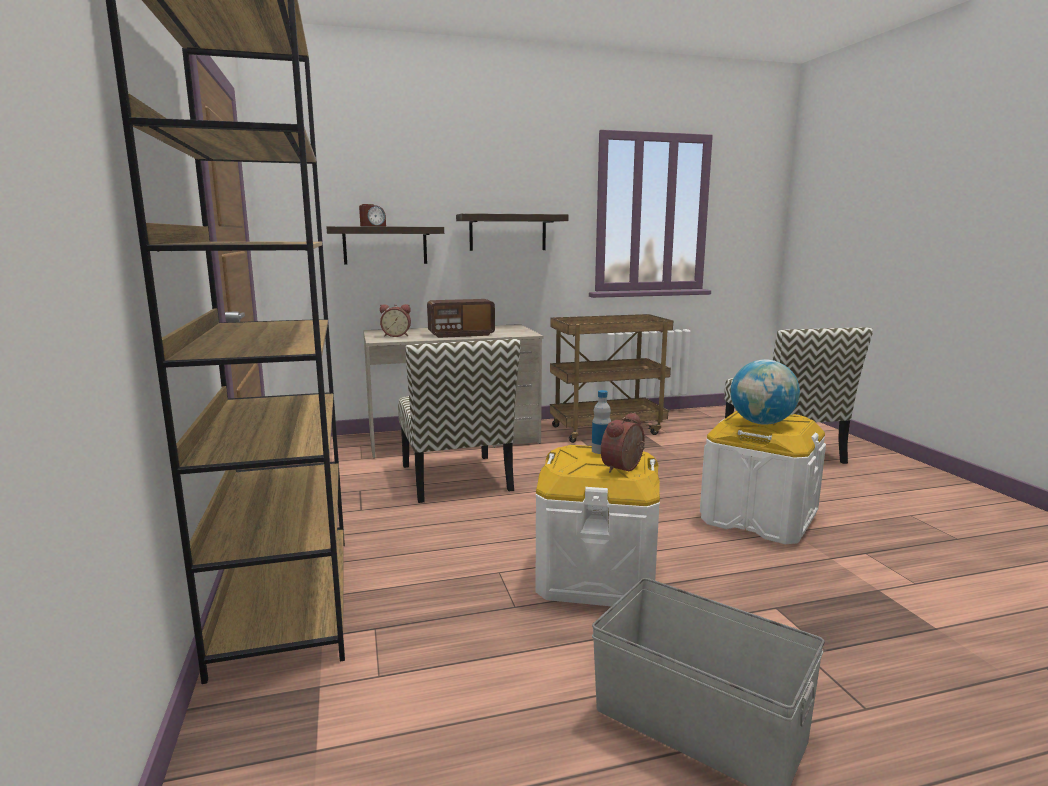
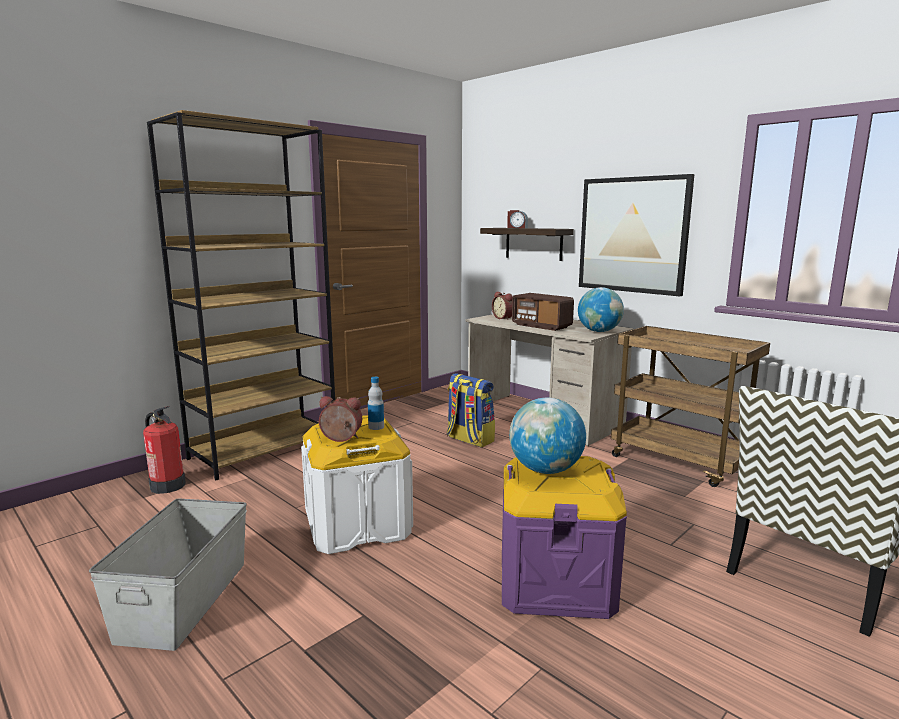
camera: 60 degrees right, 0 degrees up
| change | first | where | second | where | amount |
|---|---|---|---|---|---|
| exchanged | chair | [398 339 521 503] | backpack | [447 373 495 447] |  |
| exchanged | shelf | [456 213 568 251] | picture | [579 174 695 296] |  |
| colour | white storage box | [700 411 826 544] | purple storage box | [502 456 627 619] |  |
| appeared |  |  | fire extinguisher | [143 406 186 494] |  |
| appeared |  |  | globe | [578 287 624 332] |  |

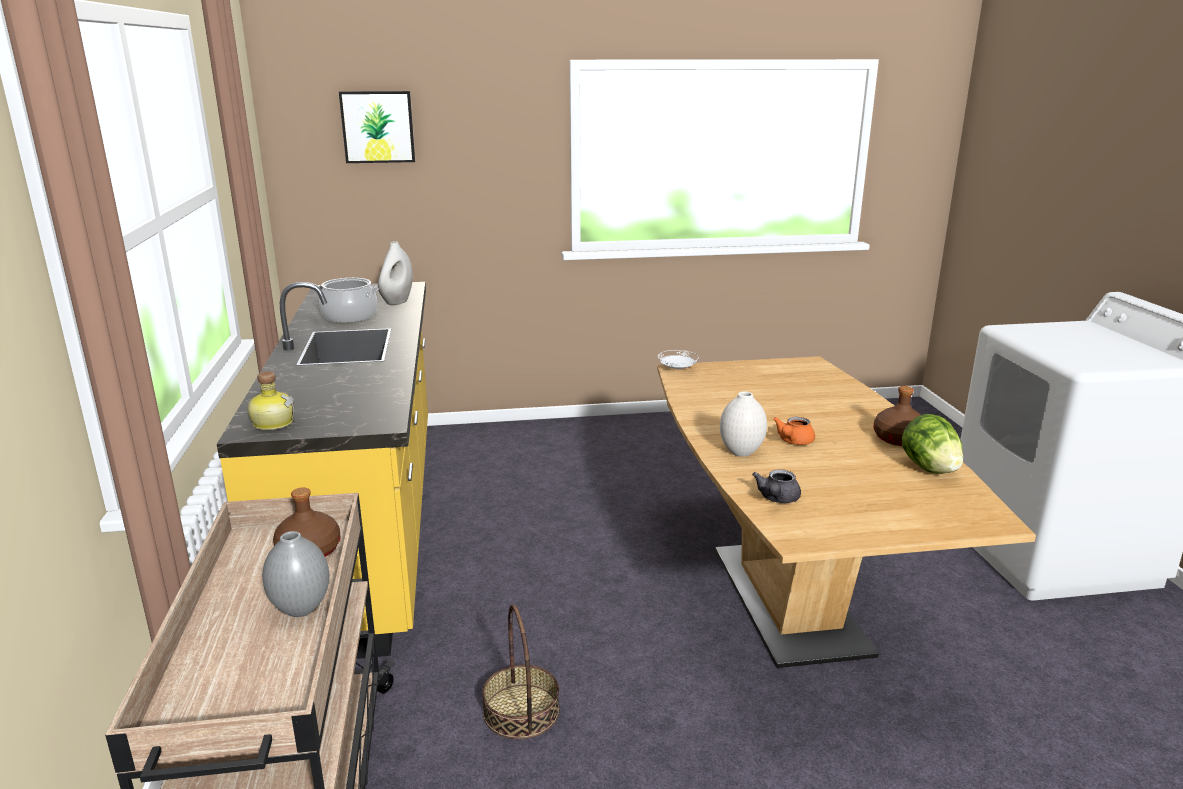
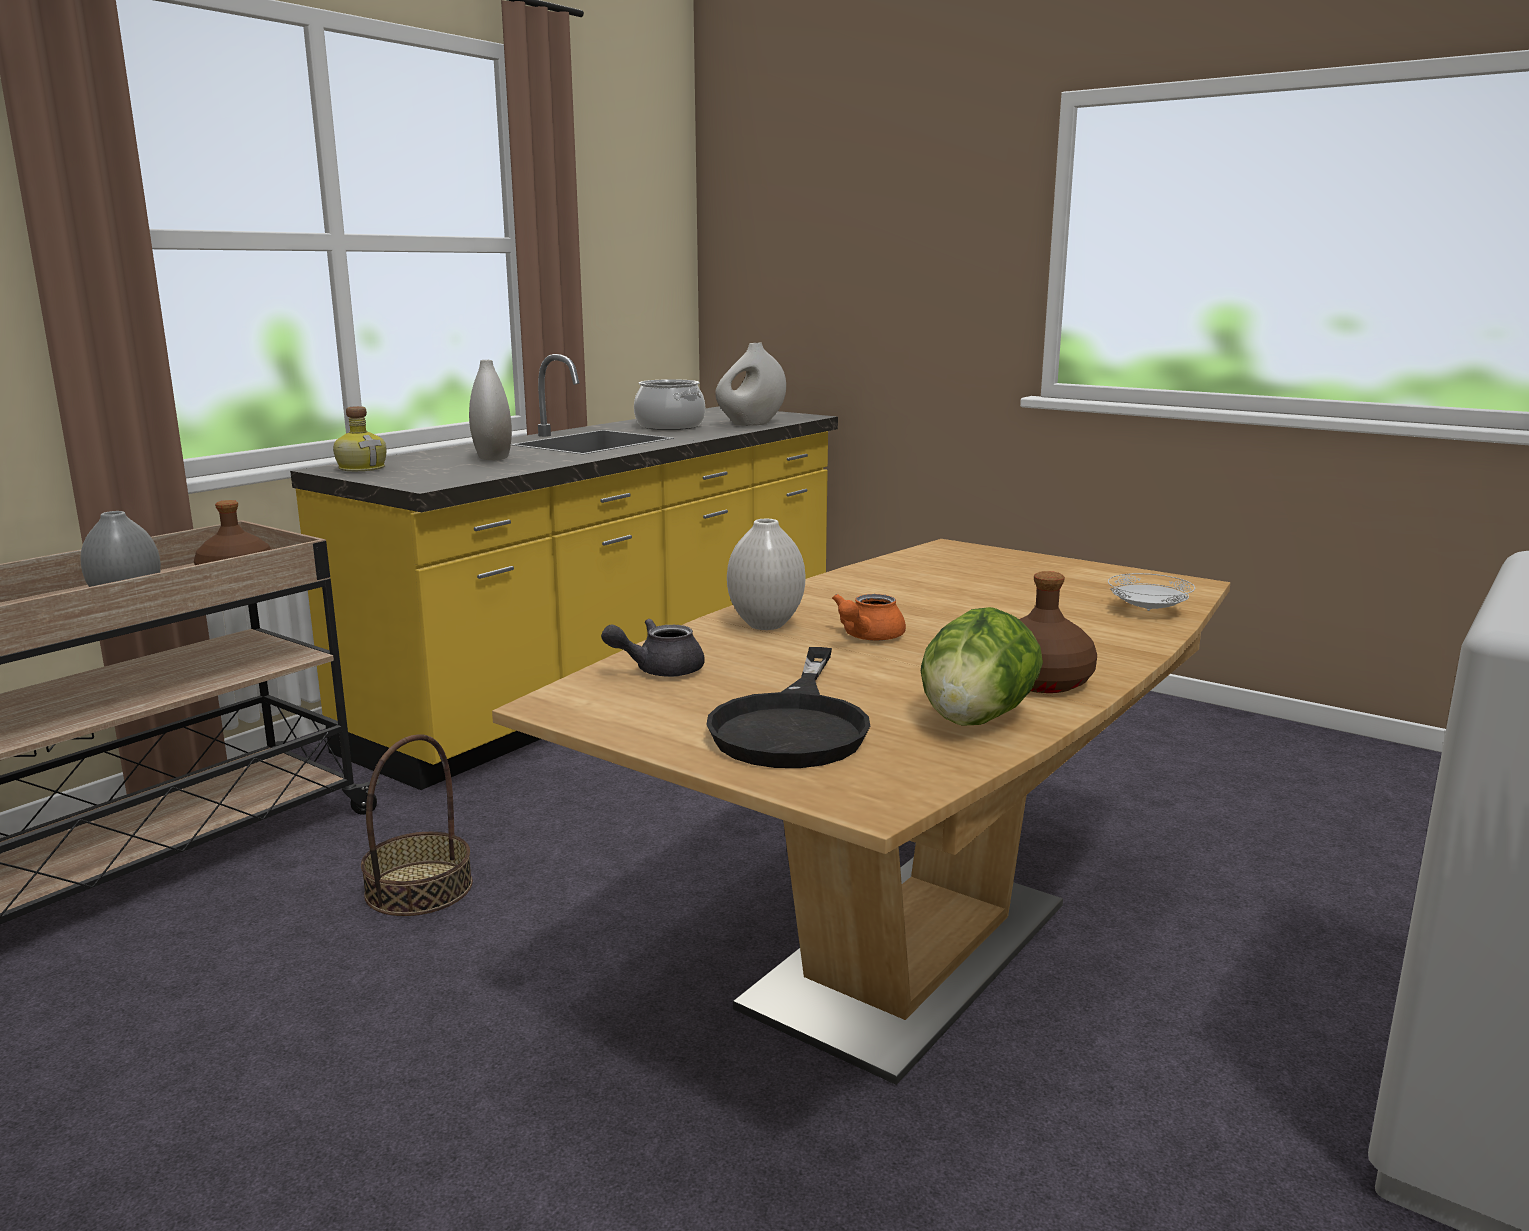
camera: 45 degrees right, 5 degrees down
| change | first | where | second | where | amount |
|---|---|---|---|---|---|
| missing | picture | [339 91 415 163] |  |  |  |
| relocated | white plate | [658 350 699 370] |  | [1108 573 1195 611] |  |
| spun | orange teapot | [773 417 815 445] |  | [832 594 906 641] | 45 degrees counterclockwise |
| appeared |  |  | white vase | [469 360 512 460] |  |
| appeared |  |  | black frying pan | [706 647 870 768] |  |

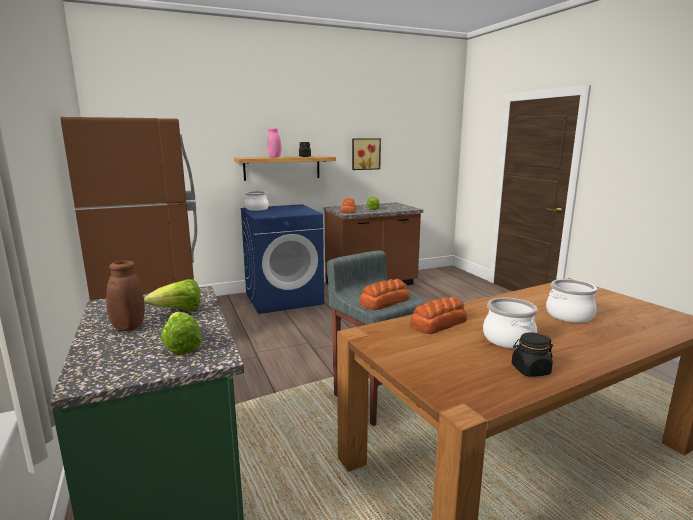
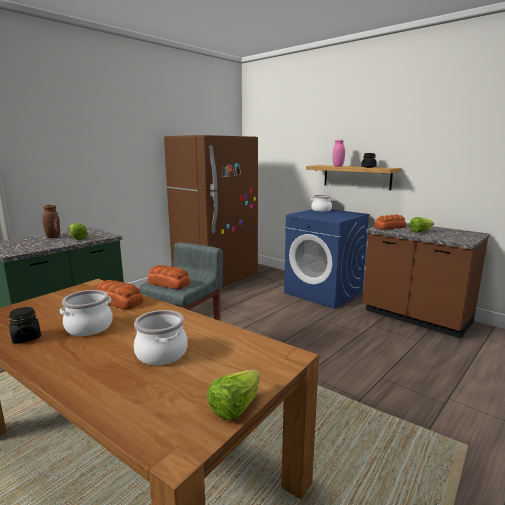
camera: 65 degrees right, 0 degrees up
| change | first | where | second | where | amount |
|---|---|---|---|---|---|
| relocated | lettuce | [161 312 202 355] |  | [207 369 259 420] |  |
| missing | picture | [352 138 381 170] |  |  |  |

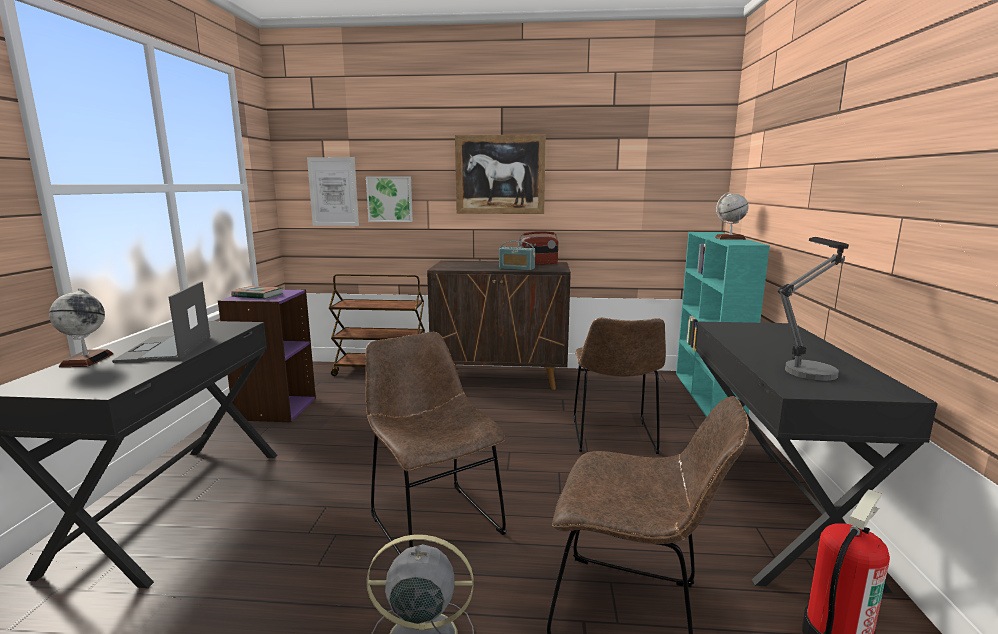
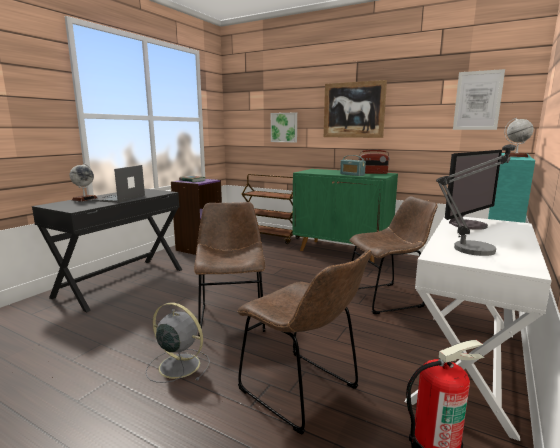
camera: 25 degrees right, 0 degrees up
| change | first | where | second | where | amount |
|---|---|---|---|---|---|
| relocated | picture | [307 157 359 226] |  | [453 69 505 130] |  |
| colour | brown cabinet | [427 261 571 390] | green cabinet | [292 169 398 263] |  |
| spun | brown chair | [573 318 666 454] |  | [349 196 438 314] | 135 degrees counterclockwise |
| colour | black desk | [695 321 938 593] | white desk | [405 216 552 441] |  |
| appeared |  |  | monitor | [445 150 502 230] |  |

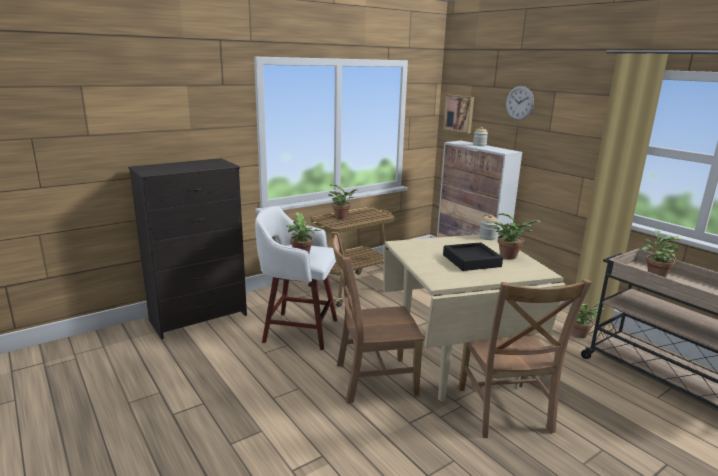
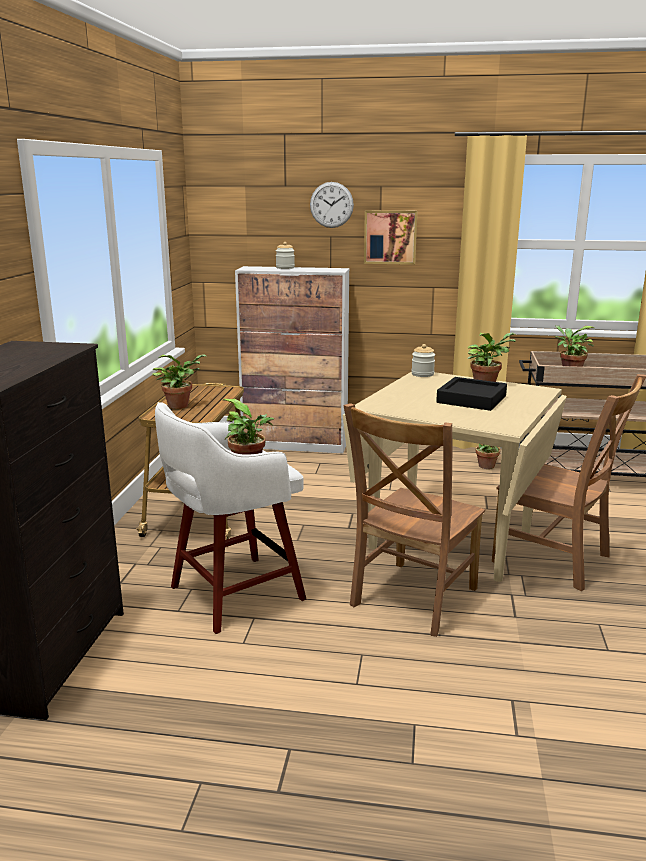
camera: 45 degrees left, 0 degrees up
| change | first | where | second | where | amount |
|---|---|---|---|---|---|
| relocated | picture | [443 95 474 134] |  | [364 210 417 265] |  |

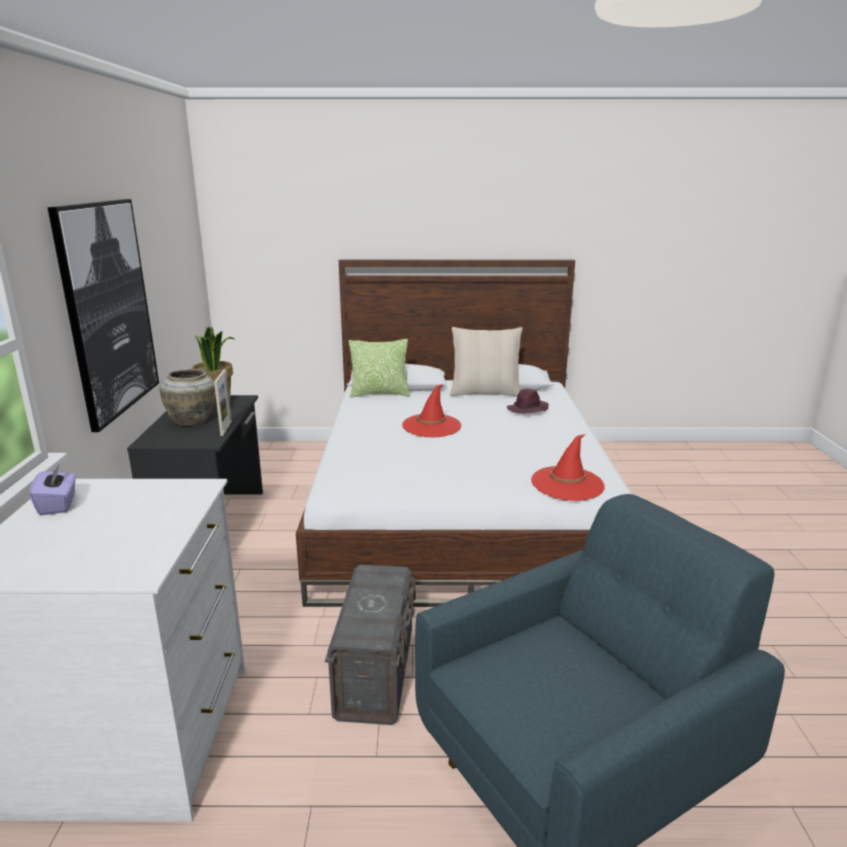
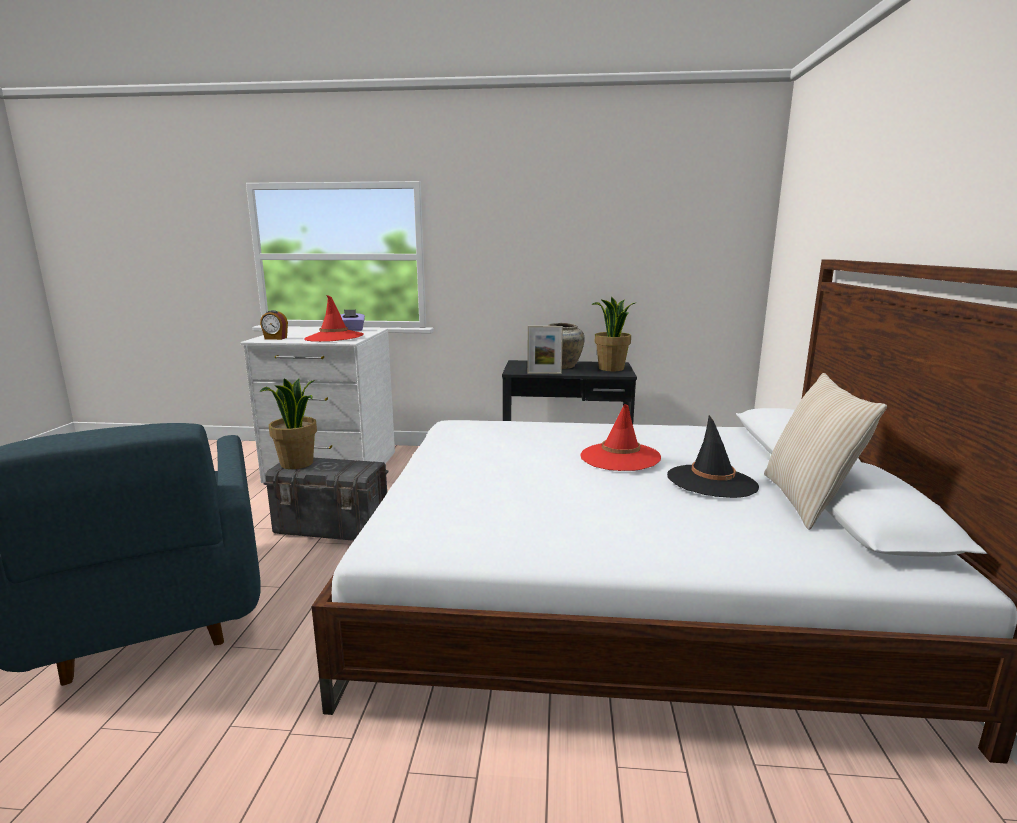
camera: 95 degrees right, 5 degrees down
| change | first | where | second | where | amount |
|---|---|---|---|---|---|
| missing | picture | [47 199 159 432] |  |  |  |
| missing | pillow | [349 339 410 398] |  |  |  |
| missing | purple hat | [507 388 549 414] |  |  |  |
| relocated | red hat | [531 434 605 501] |  | [304 295 364 342] |  |
| appeared |  |  | potted plant | [259 378 317 469] |  |
| appeared |  |  | alarm clock | [260 310 288 340] |  |
| appeared |  |  | black hat | [667 415 759 498] |  |

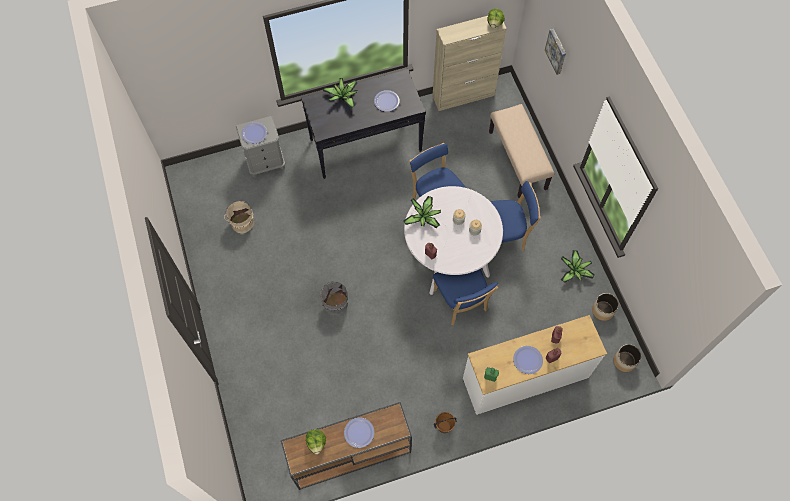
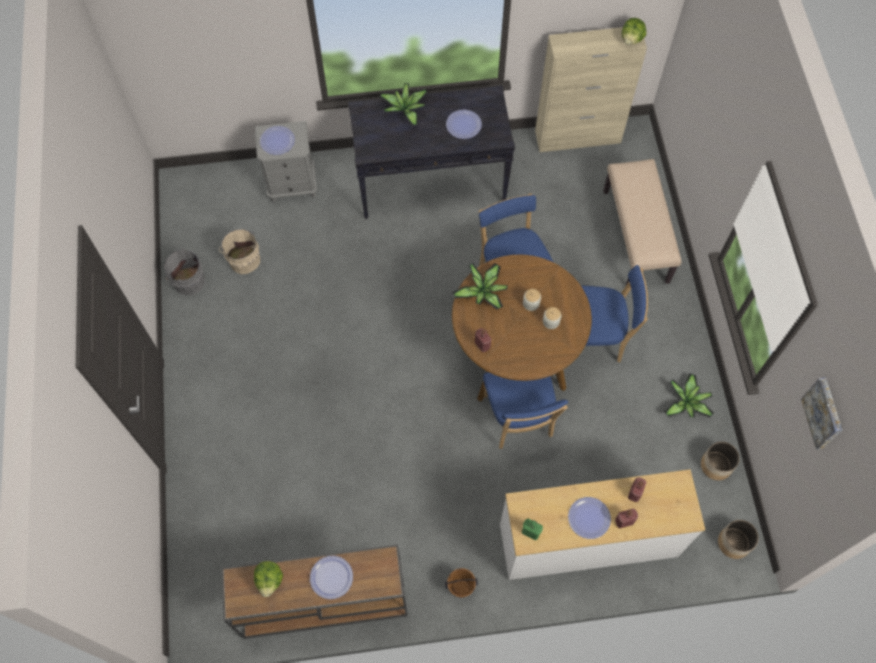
camera: 10 degrees right, 0 degrees up
| change | first | where | second | where | amount |
|---|---|---|---|---|---|
| relocated | grey bucket | [321 281 348 315] |  | [165 248 205 295] |  |
| colour | white dining table | [404 186 503 295] | brown dining table | [452 255 592 402] |  |
| relocated | picture | [545 29 566 75] |  | [801 377 842 449] |  |

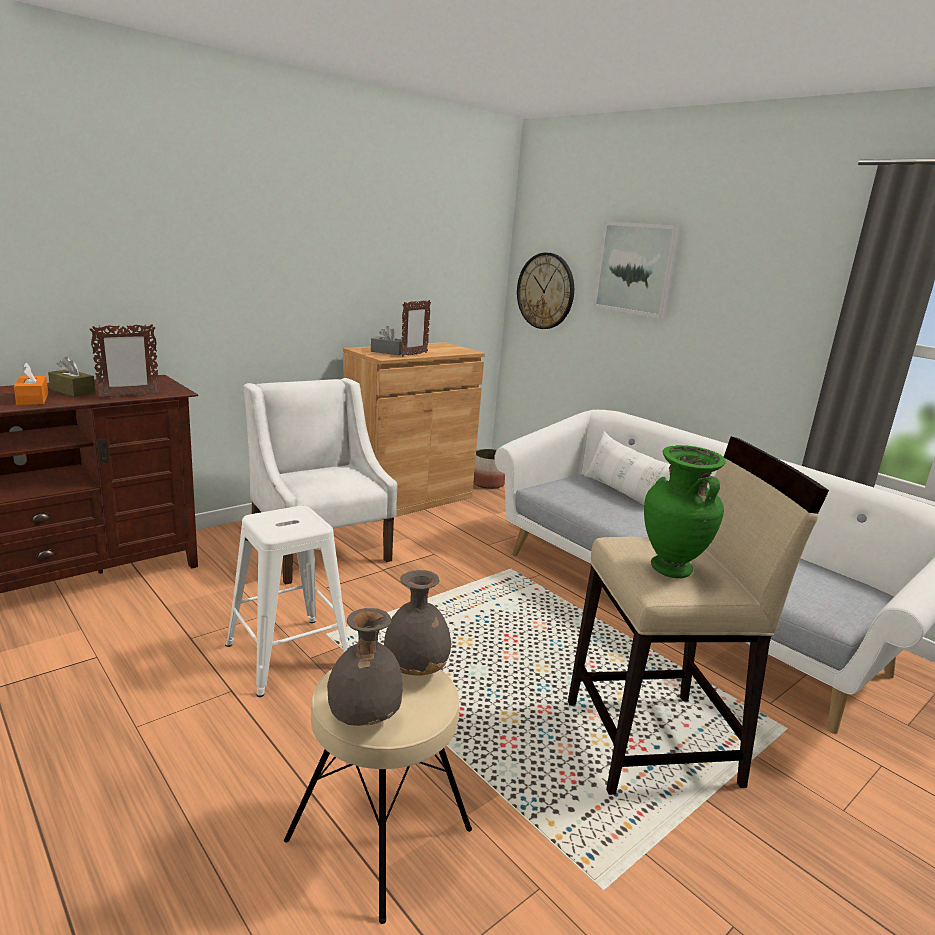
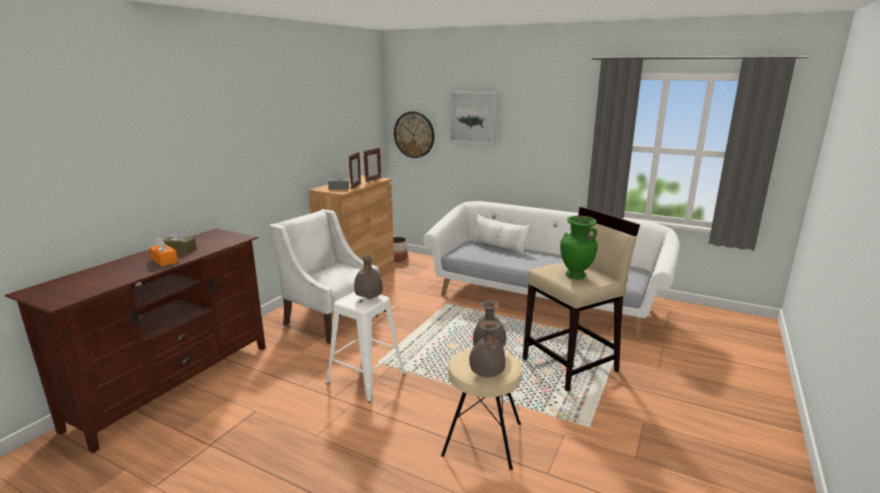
camera: 20 degrees left, 0 degrees up
| change | first | where | second | where | amount |
|---|---|---|---|---|---|
| relocated | picture frame | [89 324 160 399] |  | [363 147 381 183] |  |
| appeared |  |  | grey vase | [354 254 383 300] |  |

